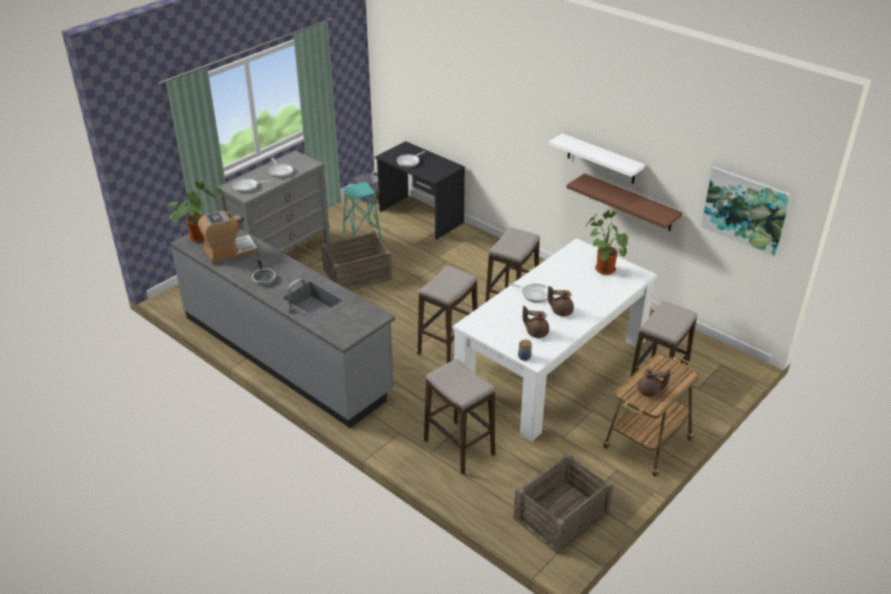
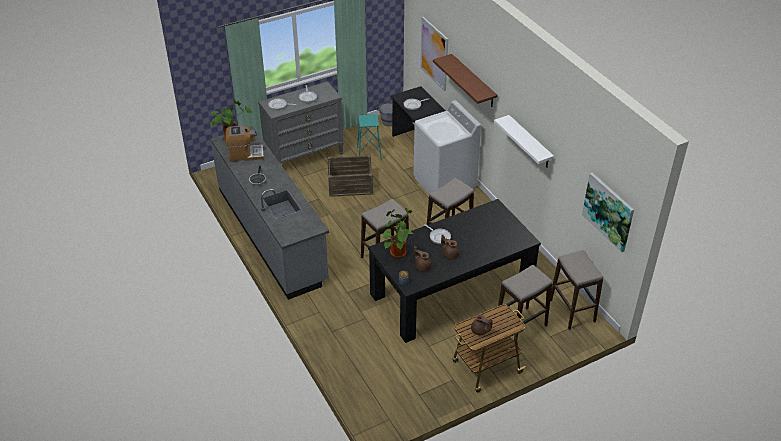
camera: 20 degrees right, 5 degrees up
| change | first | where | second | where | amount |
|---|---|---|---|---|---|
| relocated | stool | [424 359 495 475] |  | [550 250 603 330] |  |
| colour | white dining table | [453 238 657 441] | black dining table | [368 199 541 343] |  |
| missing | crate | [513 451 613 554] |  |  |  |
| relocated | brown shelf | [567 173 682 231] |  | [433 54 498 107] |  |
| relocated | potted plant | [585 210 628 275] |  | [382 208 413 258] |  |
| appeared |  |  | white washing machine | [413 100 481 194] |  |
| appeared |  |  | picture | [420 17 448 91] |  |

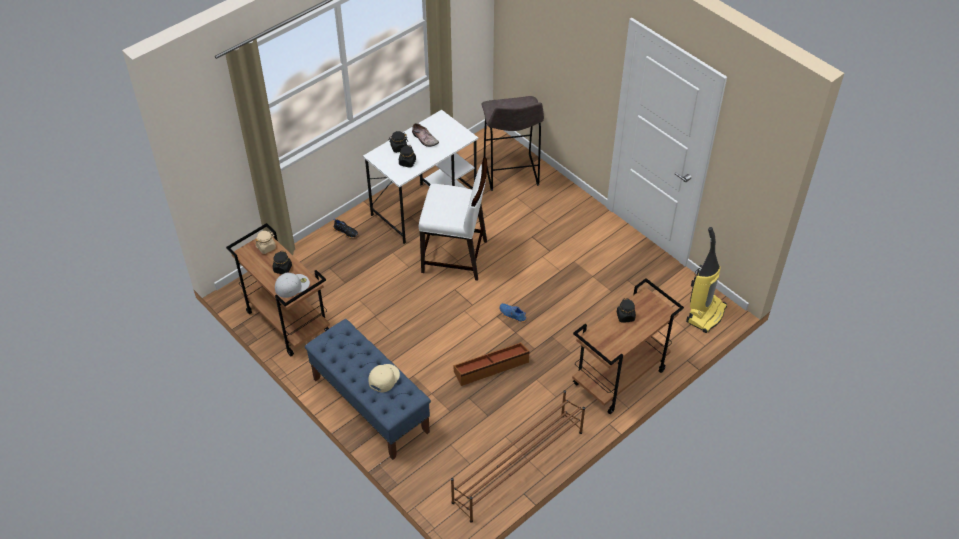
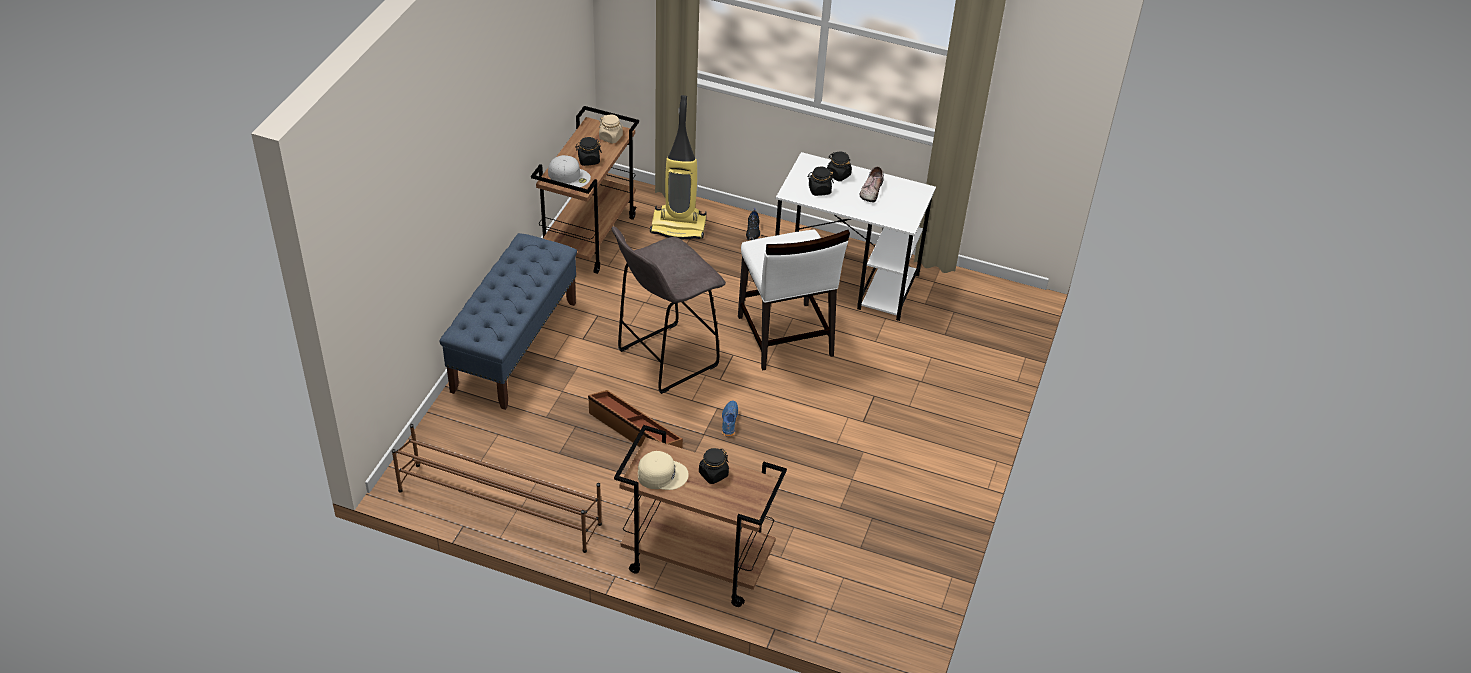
camera: 60 degrees right, 5 degrees down
| change | first | where | second | where | amount |
|---|---|---|---|---|---|
| relocated | beige cap | [368 364 400 393] |  | [638 451 689 490] |  |
| relocated | grey stool | [481 96 544 191] |  | [612 226 726 394] |  |
| relocated | vacuum cleaner | [686 227 727 333] |  | [650 95 706 239] |  |

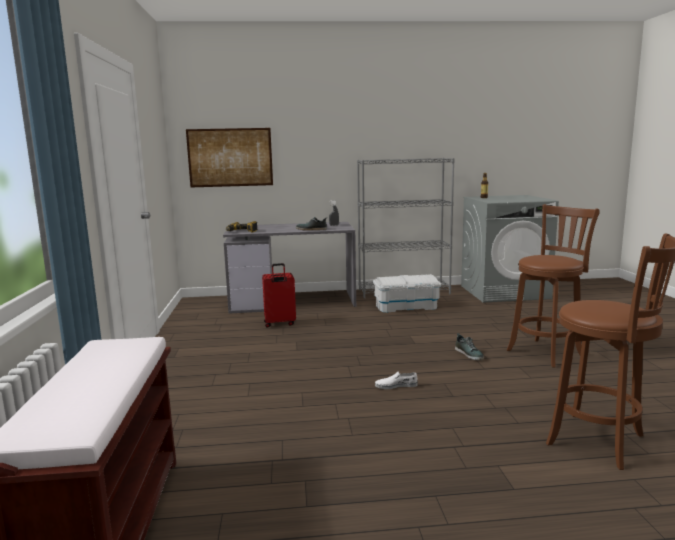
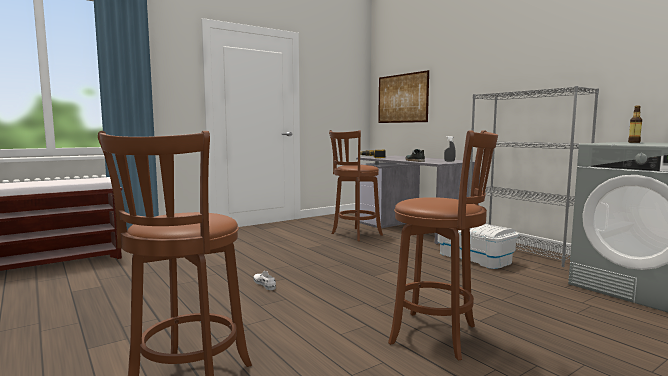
camera: 60 degrees right, 5 degrees down
| change | first | where | second | where | amount |
|---|---|---|---|---|---|
| exchanged | red suitcase | [262 263 296 328] | brown stool | [329 130 383 241] |  |
| missing | shoe | [455 333 484 360] |  |  |  |

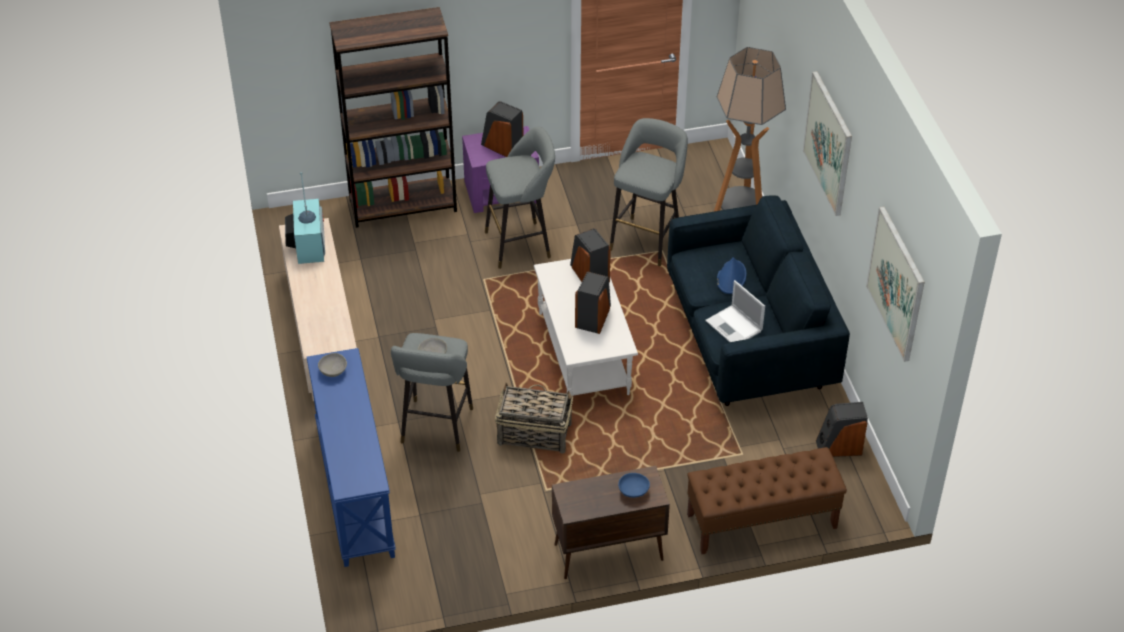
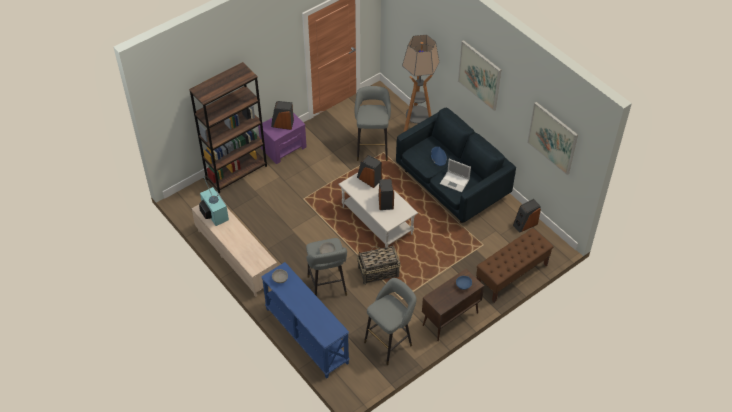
camera: 25 degrees left, 5 degrees up
| change | first | where | second | where | amount |
|---|---|---|---|---|---|
| relocated | grey stool | [485 126 555 269] |  | [364 278 417 365] |  |

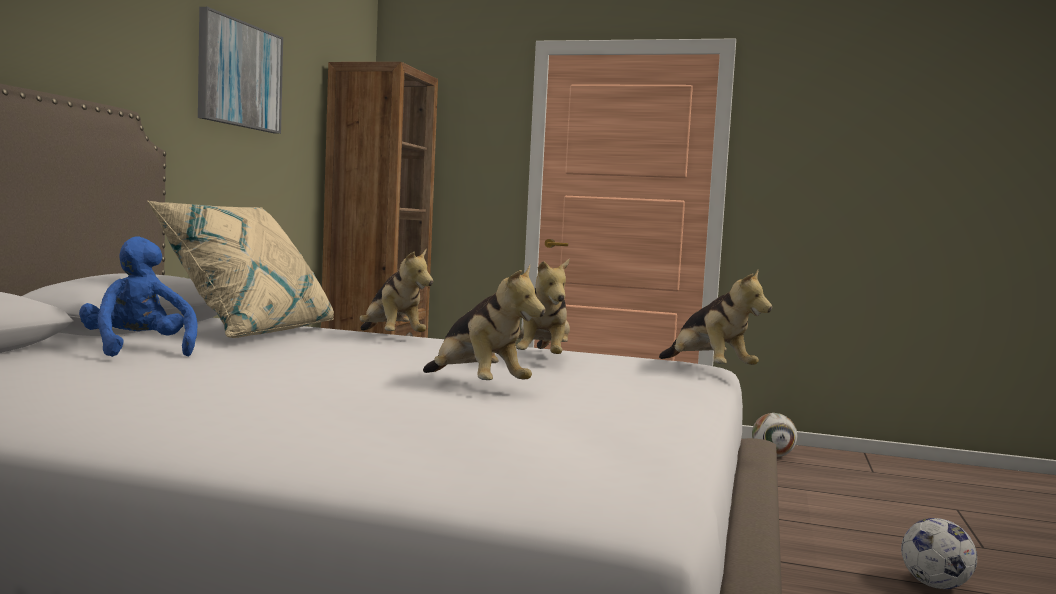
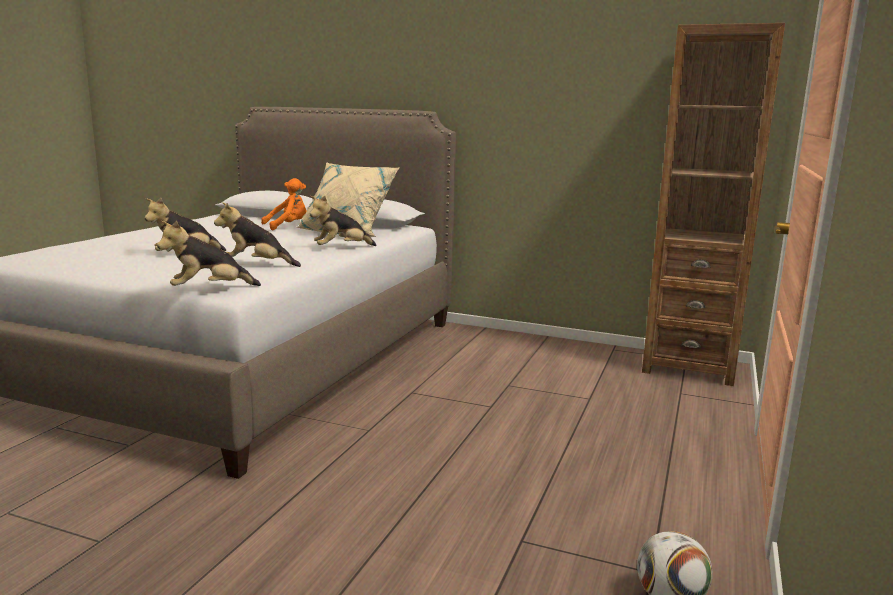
camera: 95 degrees right, 10 degrees up
| change | first | where | second | where | amount |
|---|---|---|---|---|---|
| colour | blue plush toy | [79 236 198 357] | orange plush toy | [261 178 307 231] |  |
| missing | picture | [198 7 283 134] |  |  |  |
| missing | football | [901 518 977 589] |  |  |  |

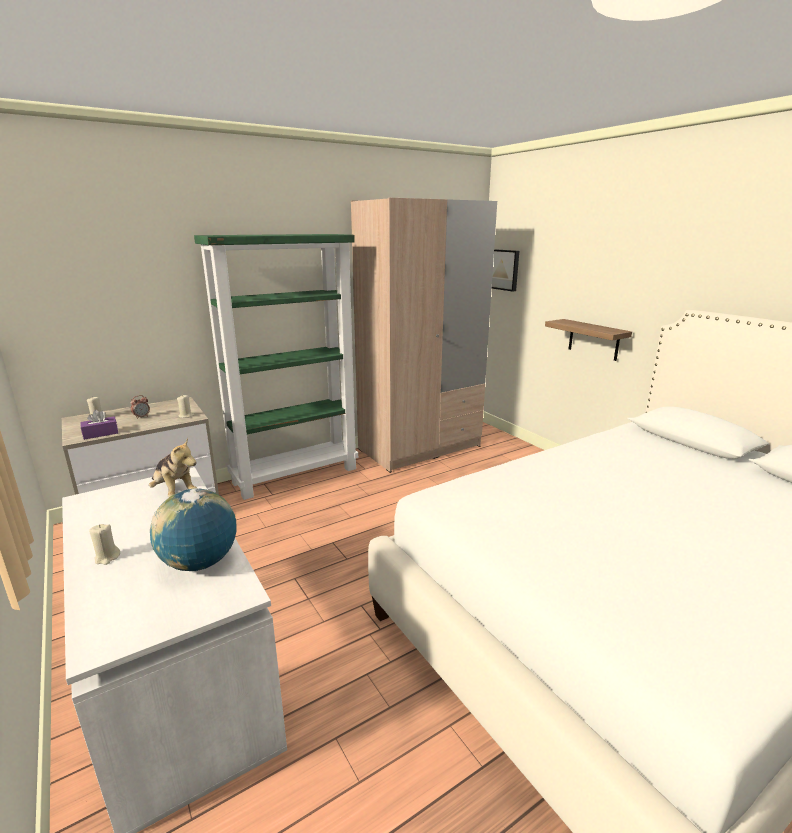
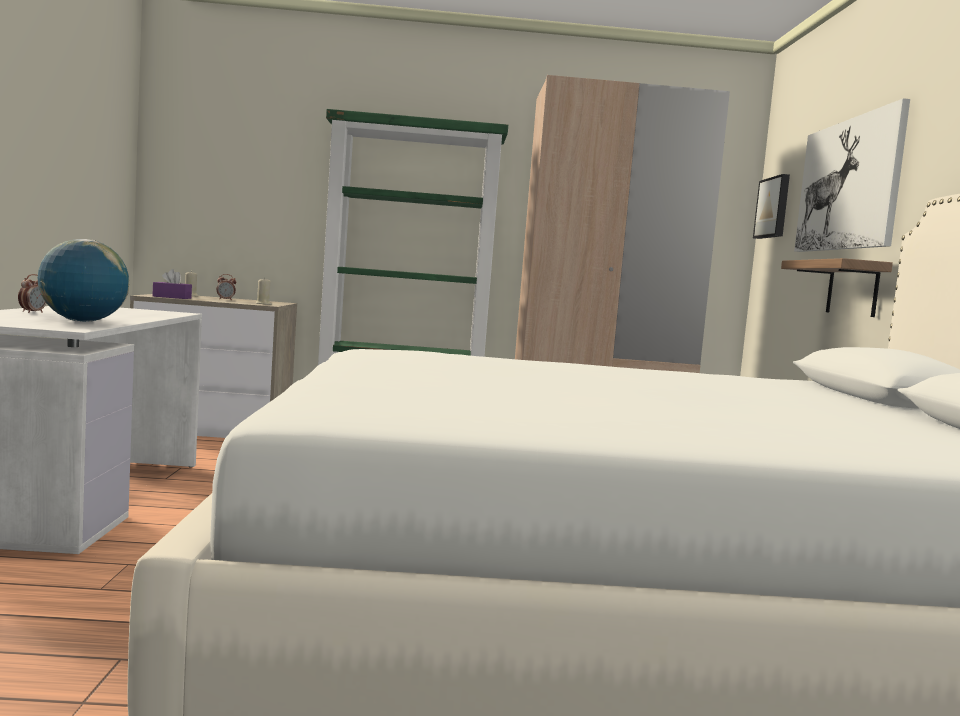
camera: 30 degrees right, 15 degrees down
| change | first | where | second | where | amount |
|---|---|---|---|---|---|
| exchanged | beige candle | [89 524 120 565] | alarm clock | [18 274 46 313] |  |
| missing | plush toy | [149 438 197 497] |  |  |  |
| appeared |  |  | picture | [794 98 910 252] |  |

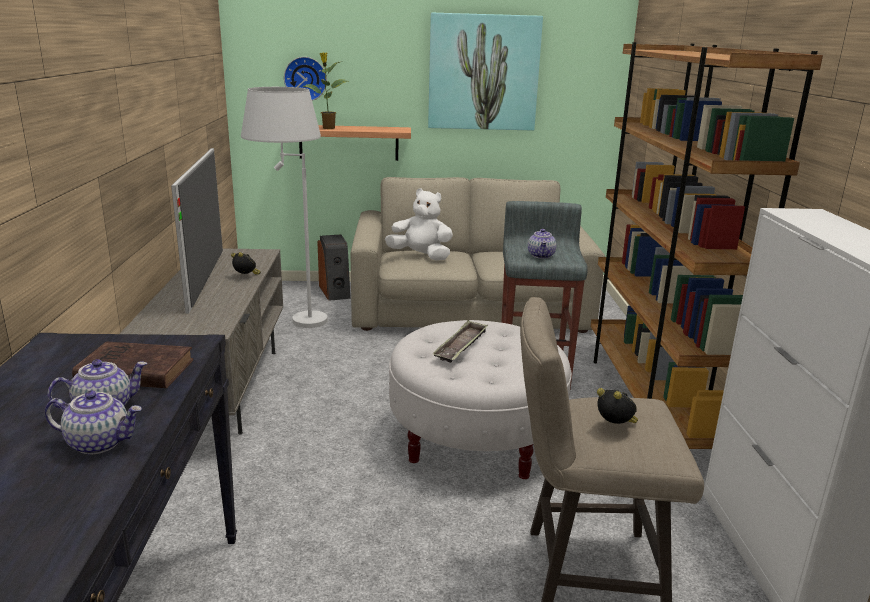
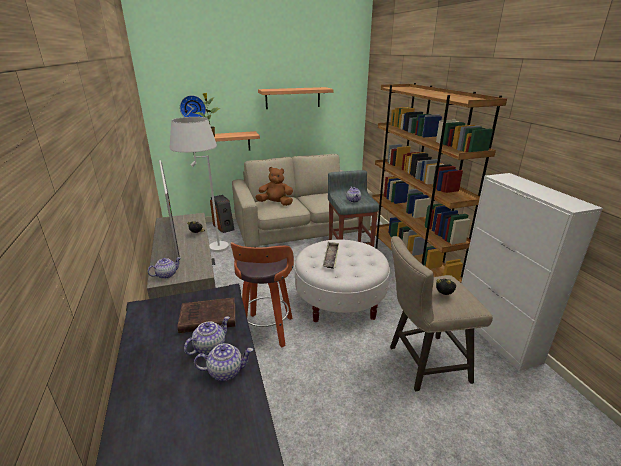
camera: 15 degrees left, 5 degrees up
| change | first | where | second | where | amount |
|---|---|---|---|---|---|
| colour | white plush toy | [385 188 453 261] | brown plush toy | [255 167 293 206] |  |
| exchanged | picture | [428 13 543 131] | shelf | [258 87 333 109] |  |
| appeared |  |  | teapot | [148 257 181 279] |  |
| appeared |  |  | stool | [230 242 294 347] |  |

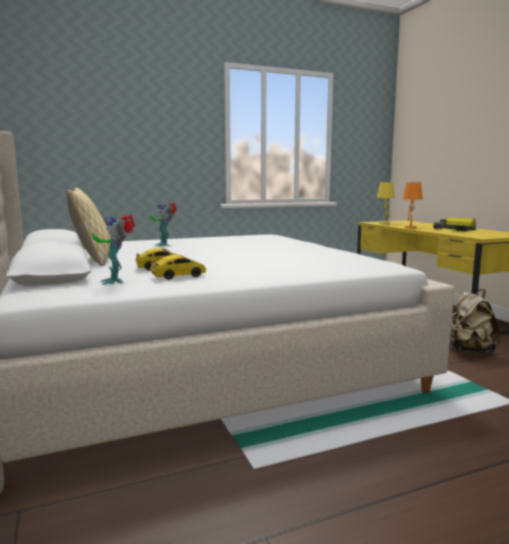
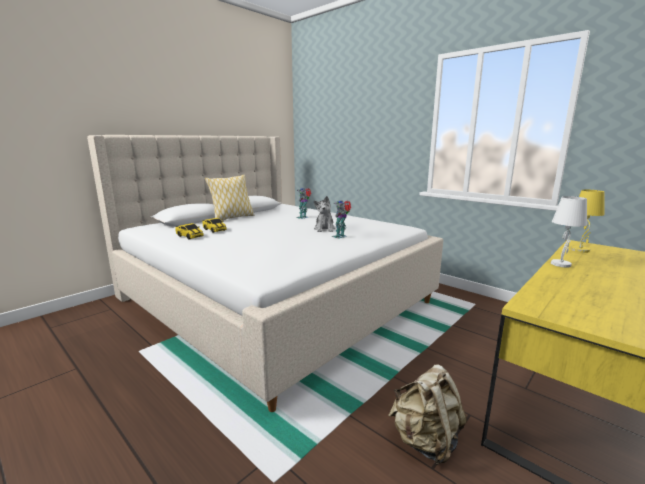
camera: 65 degrees right, 5 degrees up
| change | first | where | second | where | amount |
|---|---|---|---|---|---|
| relocated | toy robot | [93 215 135 285] |  | [332 200 351 239] |  |
| colour | orange table lamp | [403 182 423 229] | white table lamp | [551 196 587 268] |  |
| missing | toy truck | [433 217 477 231] |  |  |  |
| appeared |  |  | plush toy | [314 196 335 232] |  |

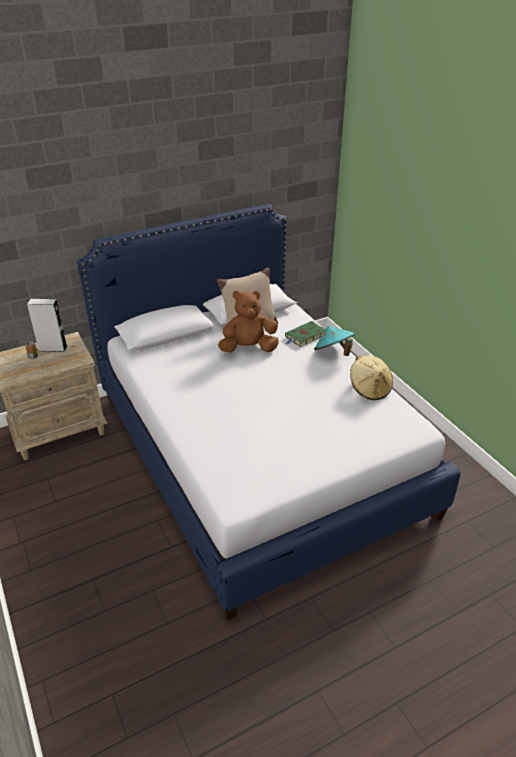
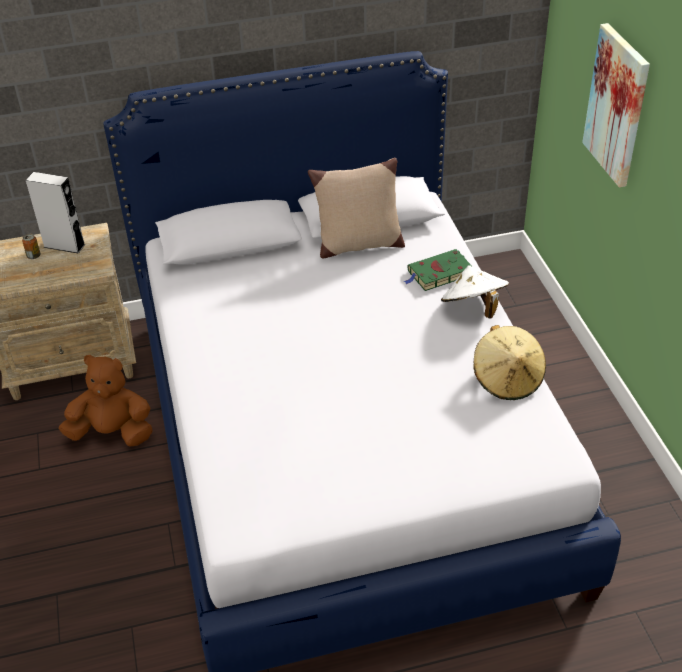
camera: 15 degrees right, 5 degrees up
| change | first | where | second | where | amount |
|---|---|---|---|---|---|
| relocated | brown plush toy | [218 290 279 353] |  | [59 355 152 447] |  |
| colour | turquoise hat | [314 326 355 356] | white hat | [441 265 509 319] |  |
| appeared |  |  | picture | [582 23 650 187] |  |

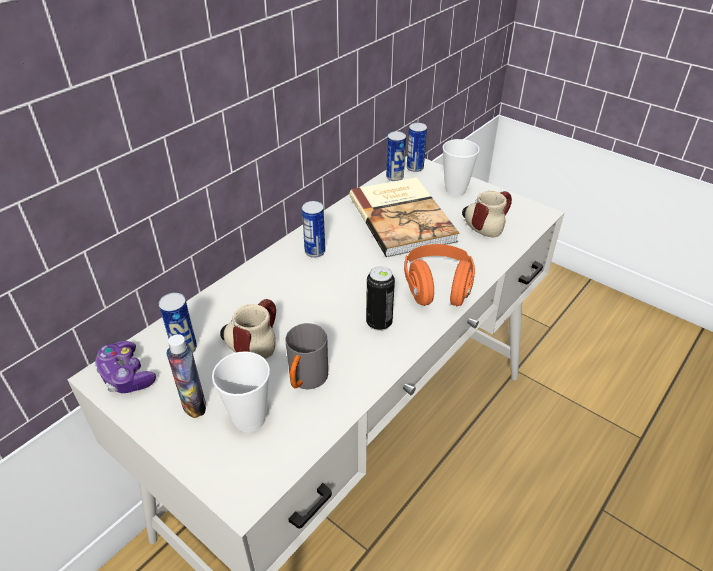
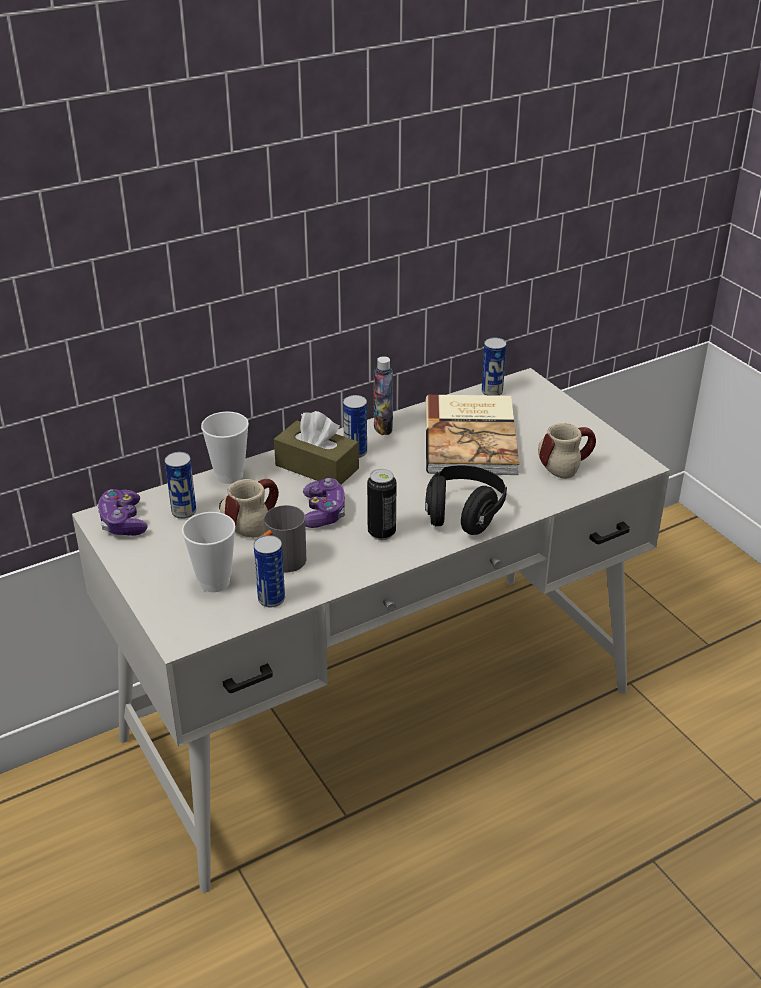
camera: 20 degrees right, 5 degrees down
| change | first | where | second | where | amount |
|---|---|---|---|---|---|
| relocated | bottle | [167 334 206 418] |  | [374 356 393 435] |  |
| colour | orange headphones | [404 244 475 306] | black headphones | [425 465 507 535] |  |
| relocated | can | [407 123 427 172] |  | [254 535 285 607] |  |
| relocated | cup | [443 139 480 196] |  | [201 411 249 484] |  |
| appeared |  |  | brown tissue box | [274 411 359 485] |  |
| appeared |  |  | game controller | [303 478 345 528] |  |

